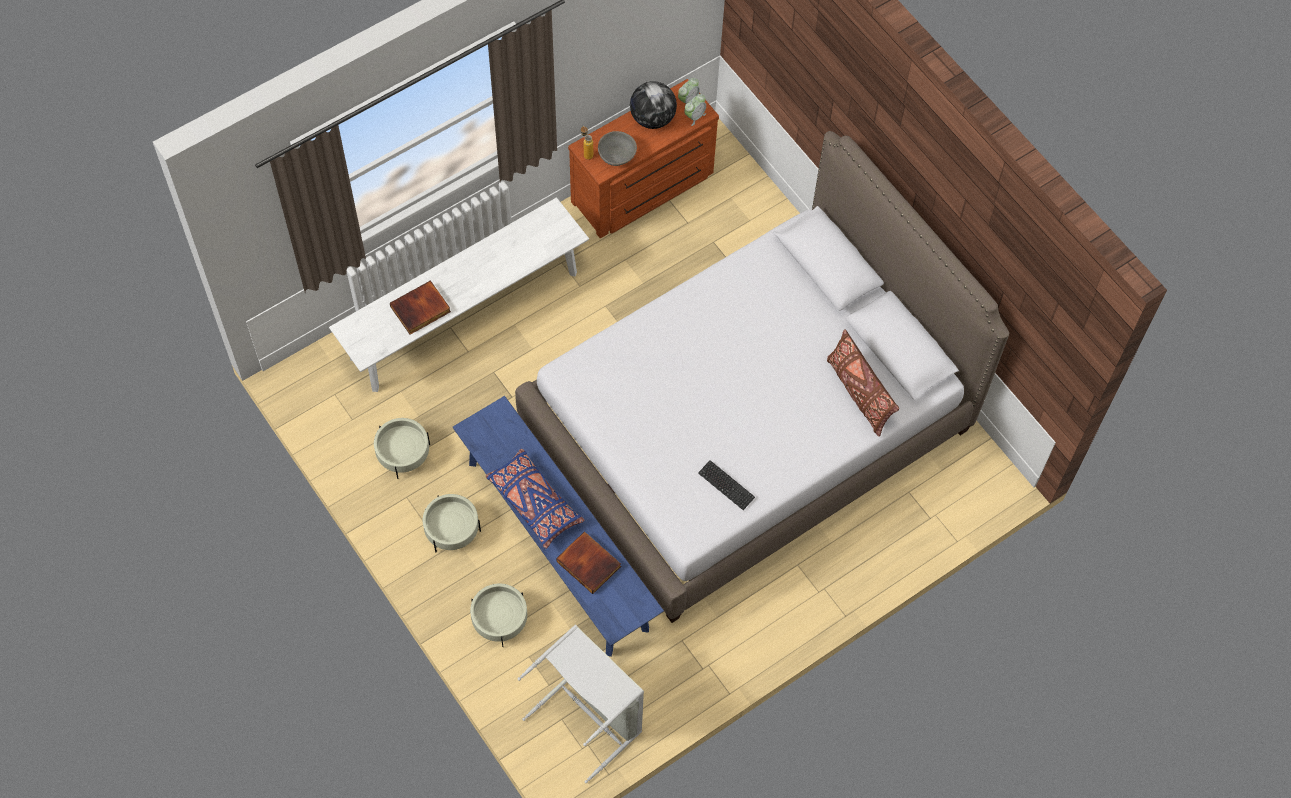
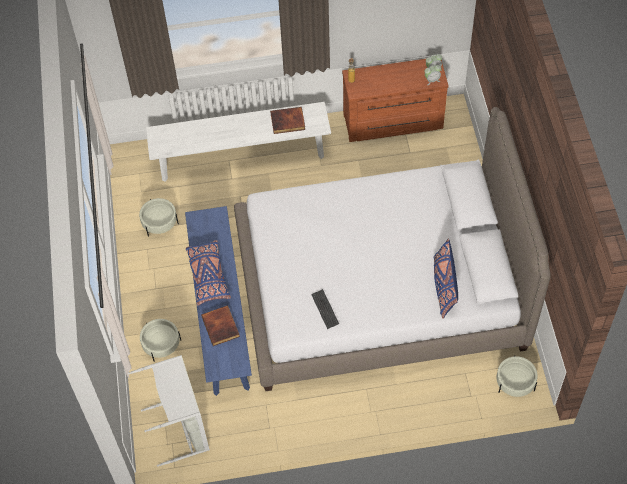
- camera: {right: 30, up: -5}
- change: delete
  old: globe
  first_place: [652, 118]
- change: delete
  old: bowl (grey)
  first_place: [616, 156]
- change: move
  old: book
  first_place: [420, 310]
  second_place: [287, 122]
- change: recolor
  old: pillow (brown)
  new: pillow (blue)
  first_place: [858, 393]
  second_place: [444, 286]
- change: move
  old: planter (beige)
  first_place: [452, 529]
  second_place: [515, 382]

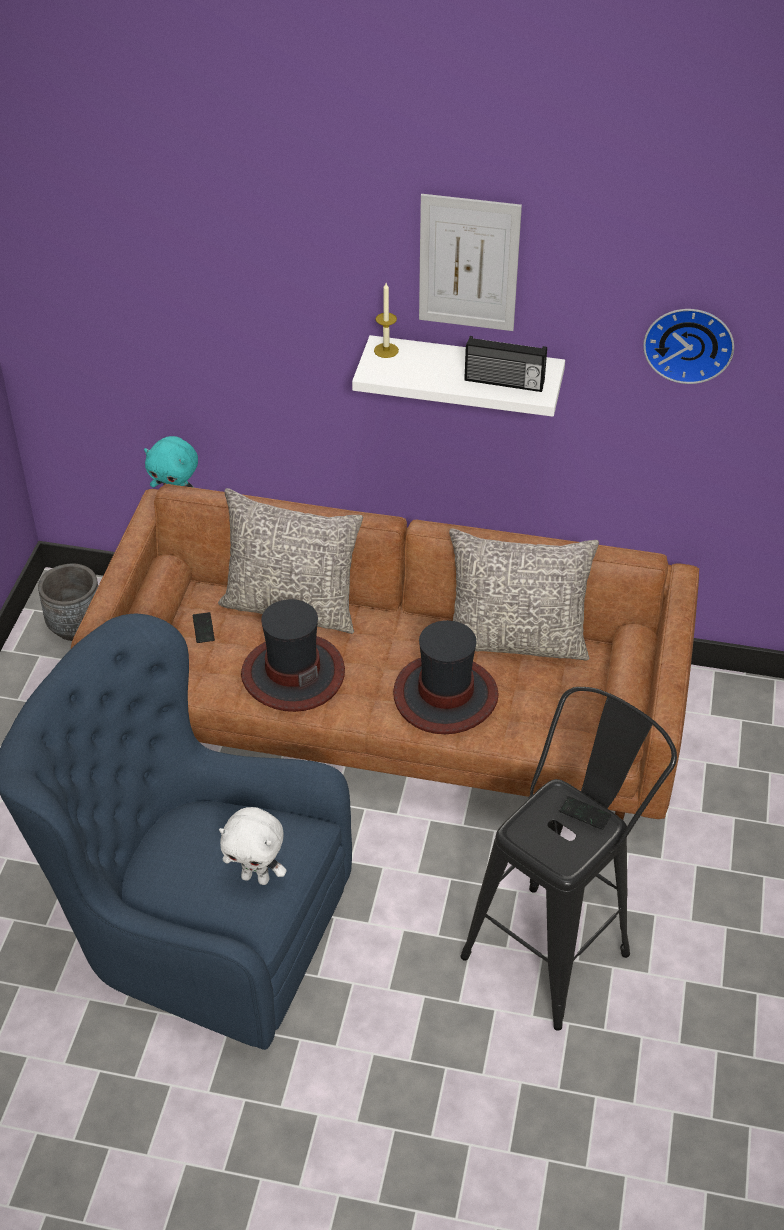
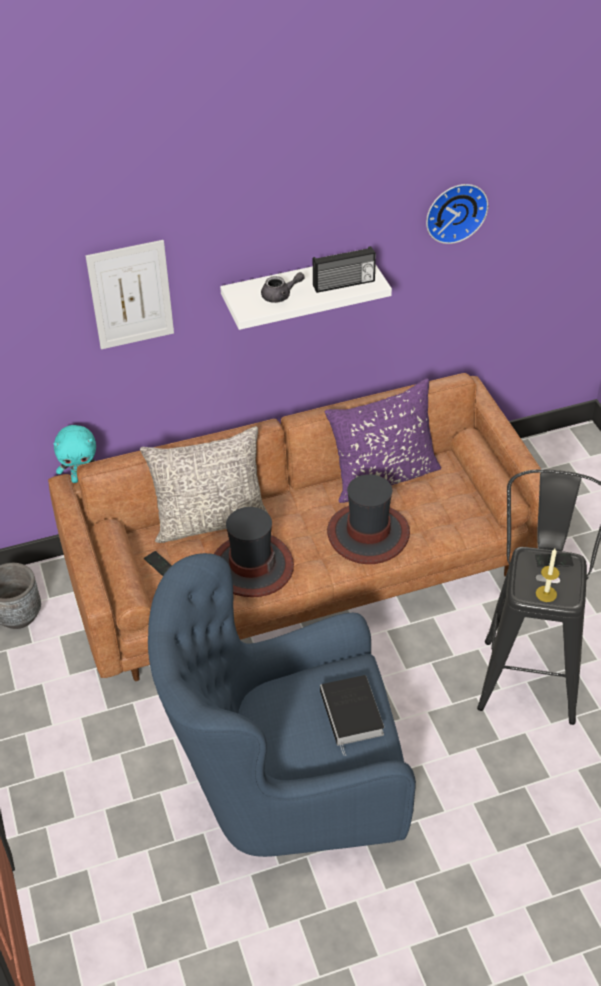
- camera: {right: -30, up: 0}
- change: move
  old: picture
  first_place: [468, 263]
  second_place: [131, 295]
- change: move
  old: candle
  first_place: [386, 350]
  second_place: [546, 594]
- change: recolor
  old: pillow (grey)
  new: pillow (purple)
  first_place: [516, 640]
  second_place: [383, 476]
- change: replace
  old: plush toy (white)
  new: book
  first_place: [256, 877]
  second_place: [352, 715]
- change: insert
  new: teapot (grey)
  second_place: [280, 296]

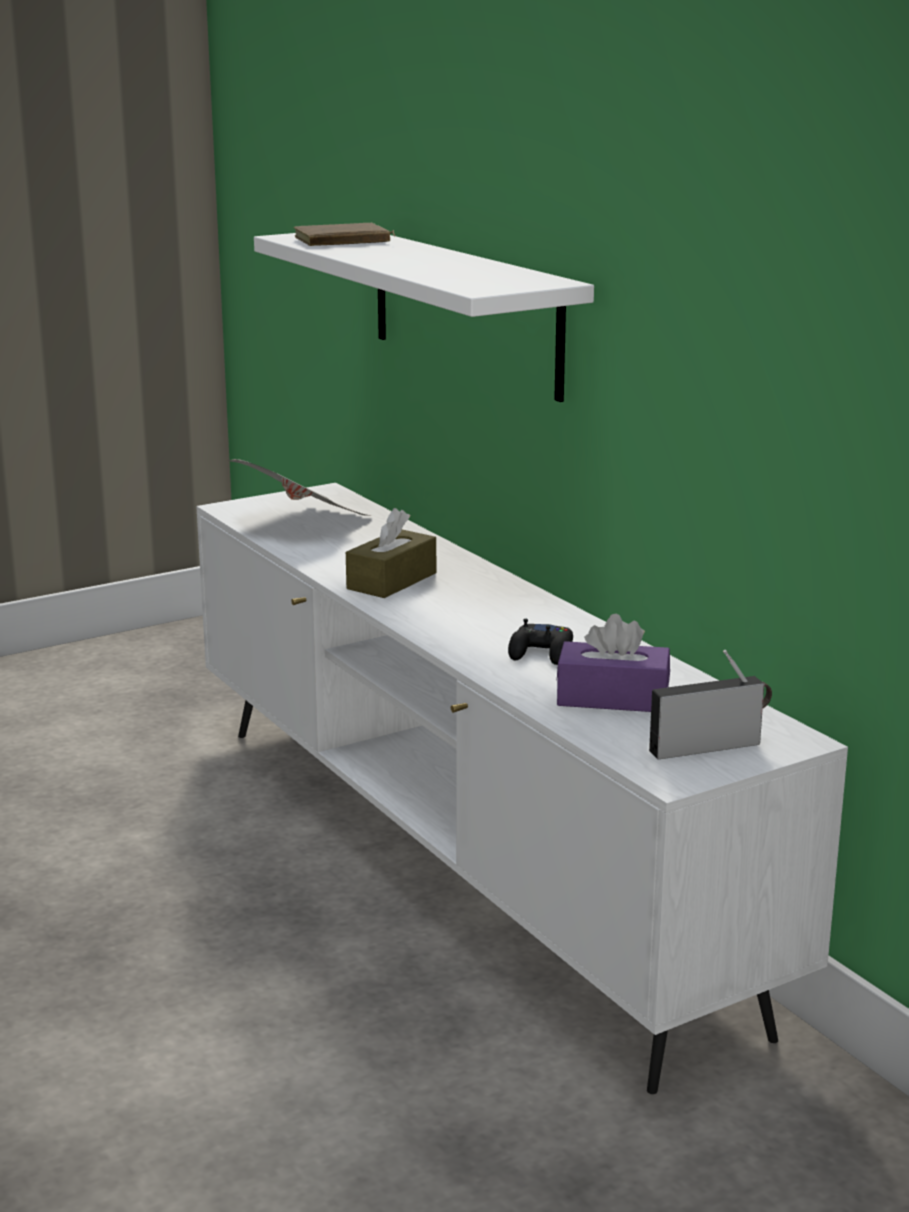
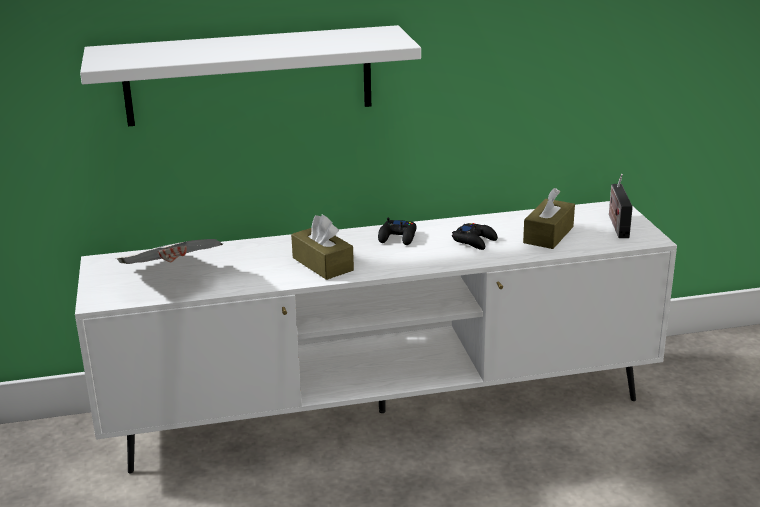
- camera: {right: -70, up: 5}
- change: delete
  old: book (brown)
  first_place: [342, 241]
- change: recolor
  old: tissue box (purple)
  new: tissue box (brown)
  first_place: [612, 698]
  second_place: [548, 235]
- change: insert
  new: game controller (black)
  second_place: [398, 237]

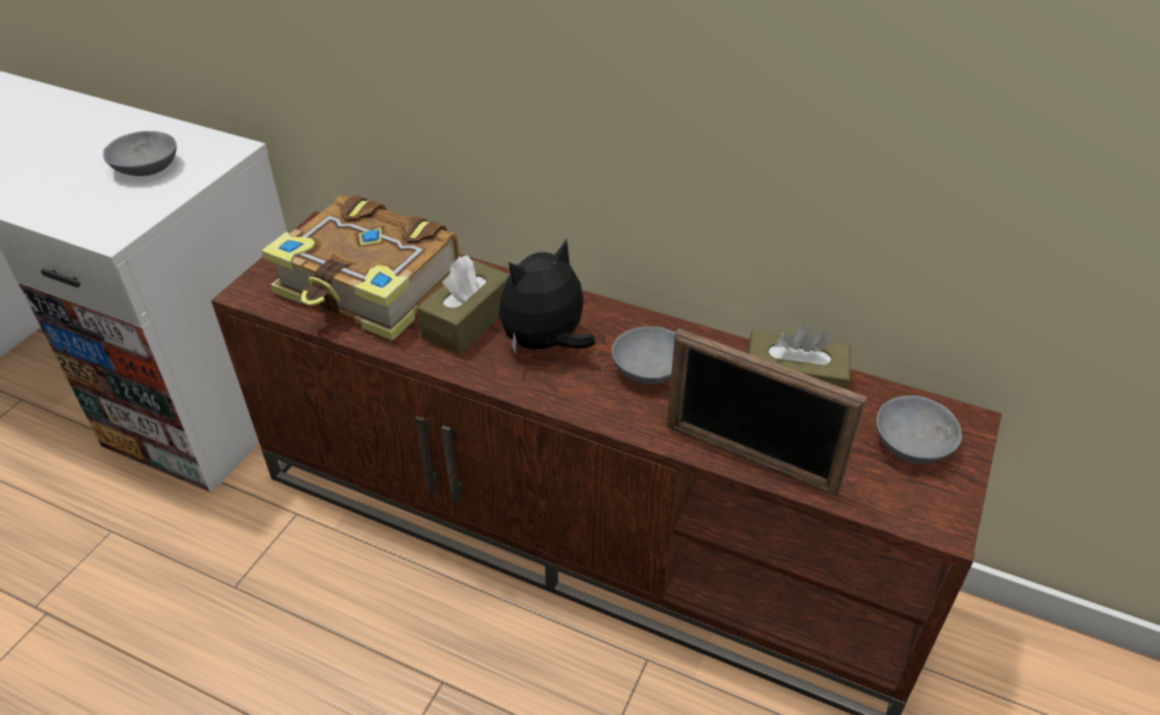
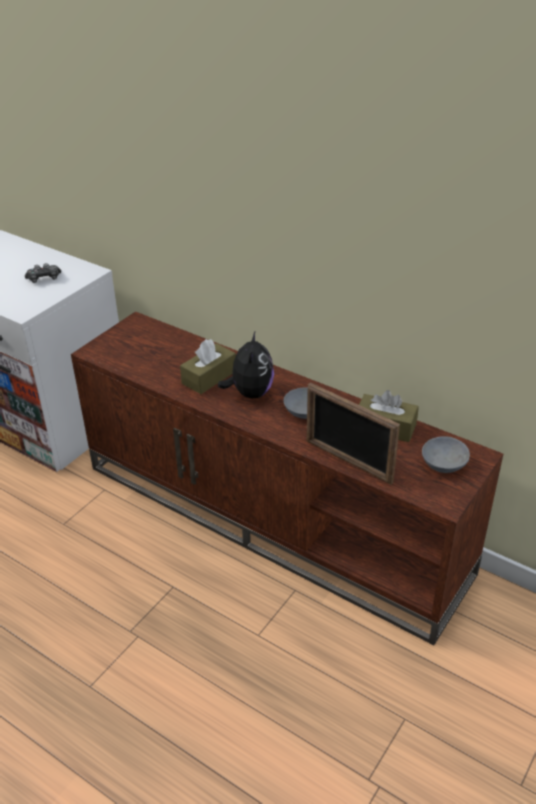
- camera: {right: 10, up: -5}
- change: replace
  old: bowl (grey)
  new: game controller
  first_place: [144, 168]
  second_place: [44, 279]
- change: delete
  old: book
  first_place: [370, 287]
- change: rotate
  old: plush toy
  first_place: [545, 343]
  second_place: [250, 393]
  degrees: 120

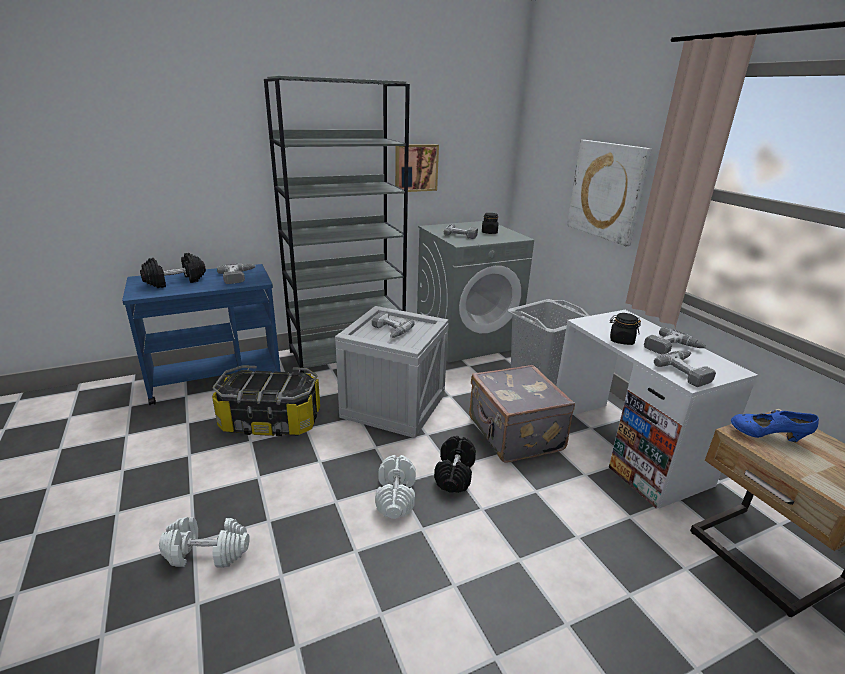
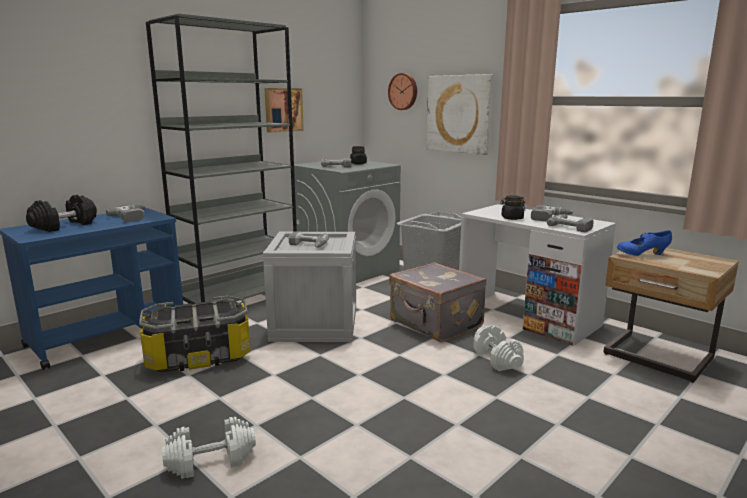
- camera: {right: -20, up: -10}
- change: delete
  old: dumbbell (black)
  first_place: [454, 474]
- change: move
  old: dumbbell (white)
  first_place: [396, 496]
  second_place: [497, 359]
- change: insert
  new: wall clock
  second_place: [403, 91]

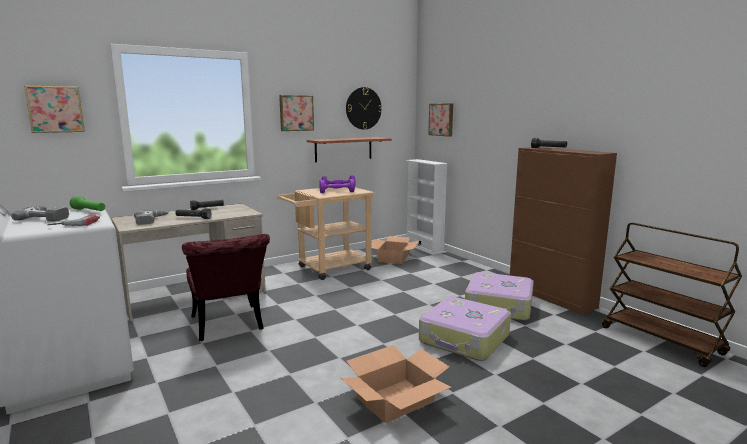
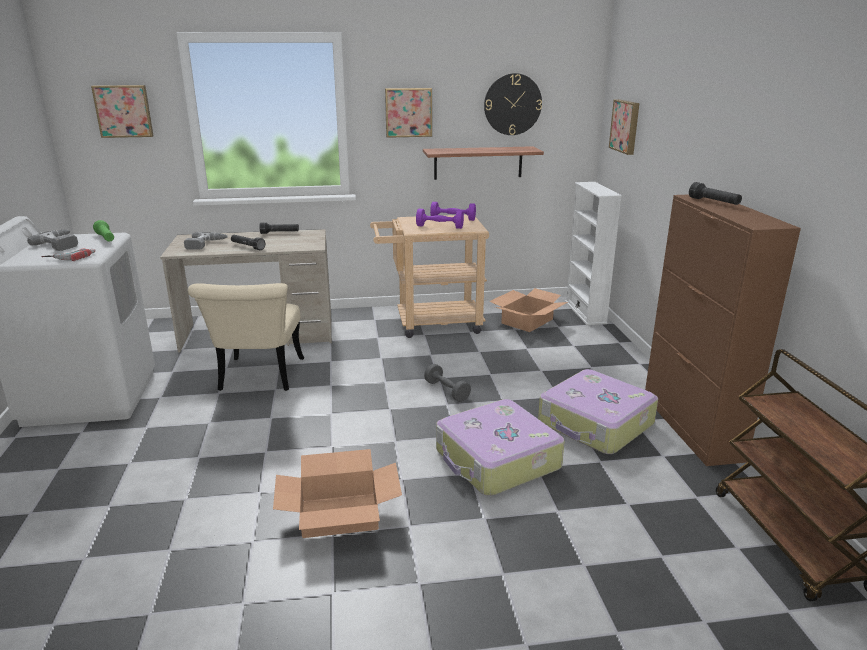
- camera: {right: 25, up: 10}
- change: recolor
  old: chair (red)
  new: chair (beige)
  first_place: [229, 326]
  second_place: [259, 379]
- change: insert
  new: dumbbell (grey)
  second_place: [447, 391]

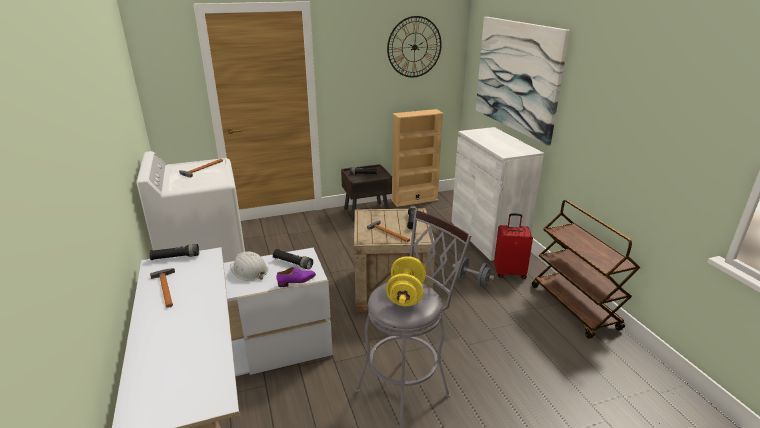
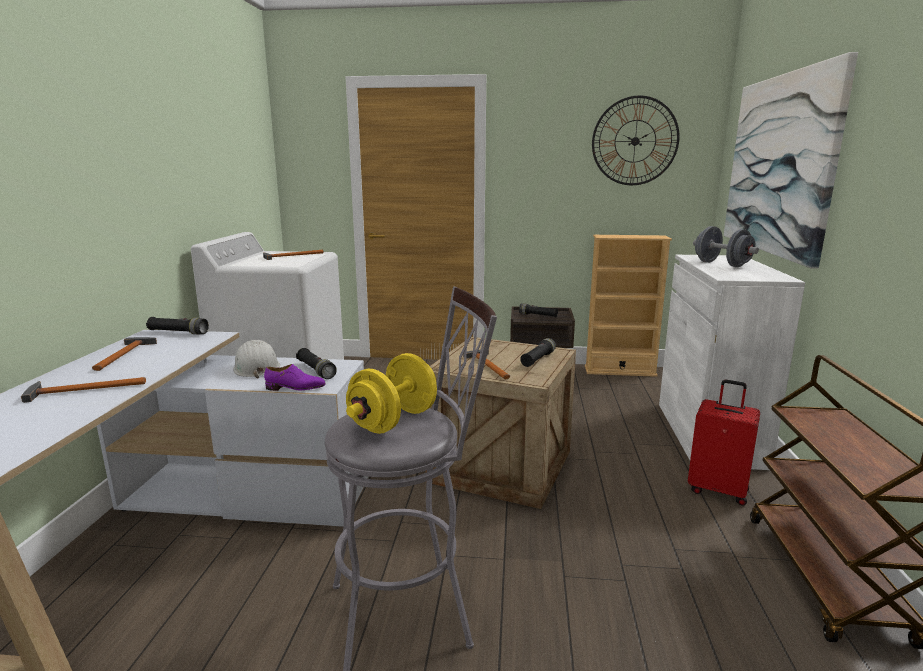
- camera: {right: 25, up: -10}
- change: move
  old: dumbbell (grey)
  first_place: [472, 281]
  second_place: [722, 264]
- change: insert
  new: hammer
  second_place: [82, 390]

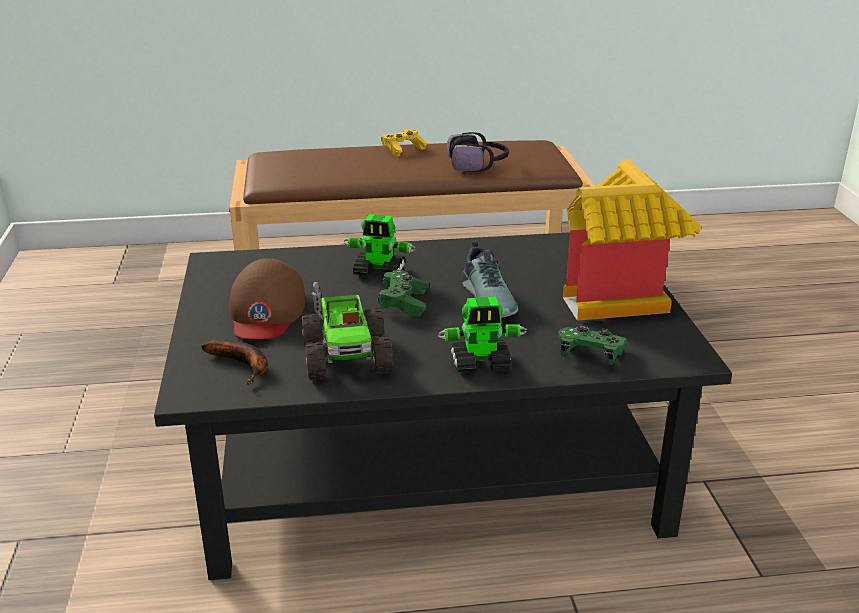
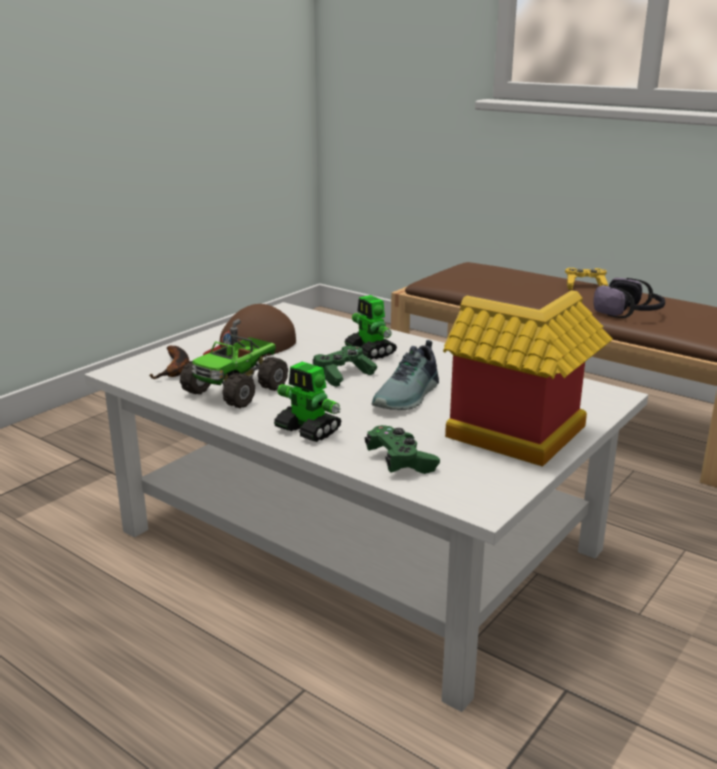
- camera: {right: 45, up: -5}
- change: recolor
  old: coffee table (black)
  new: coffee table (white)
  first_place: [429, 459]
  second_place: [359, 540]

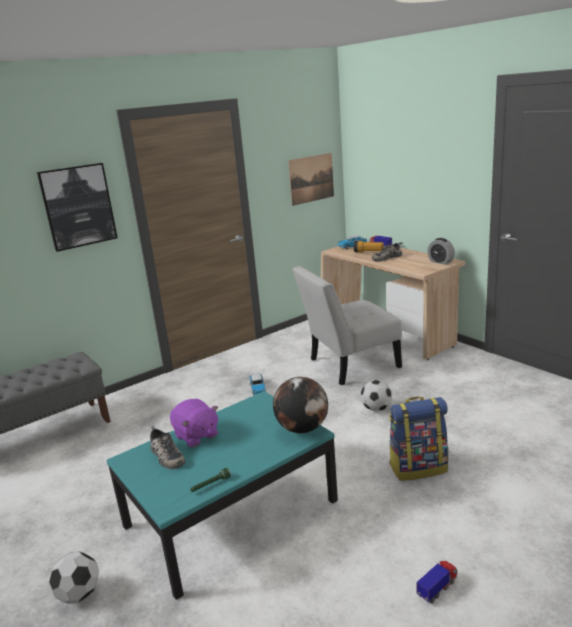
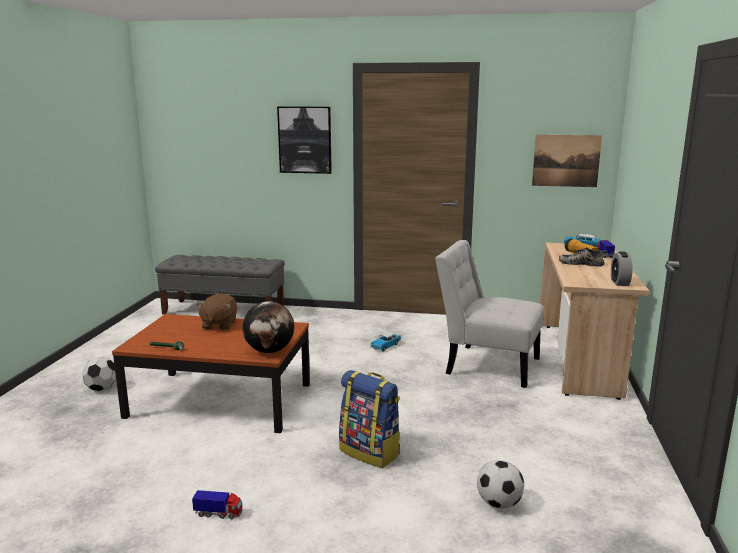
- camera: {right: 45, up: -5}
- change: move
  old: football
  first_place: [376, 409]
  second_place: [499, 503]
- change: recolor
  old: coffee table (turquoise)
  new: coffee table (brown)
  first_place: [231, 513]
  second_place: [221, 400]
- change: recolor
  old: plush toy (purple)
  new: plush toy (brown)
  first_place: [196, 436]
  second_place: [219, 325]
- change: delete
  old: shoe
  first_place: [165, 456]

